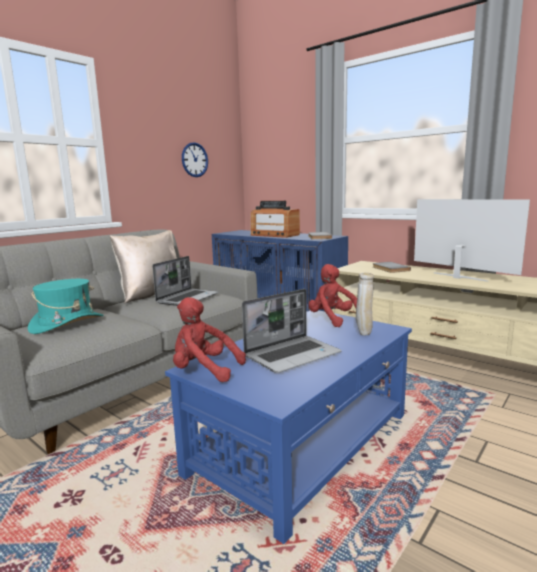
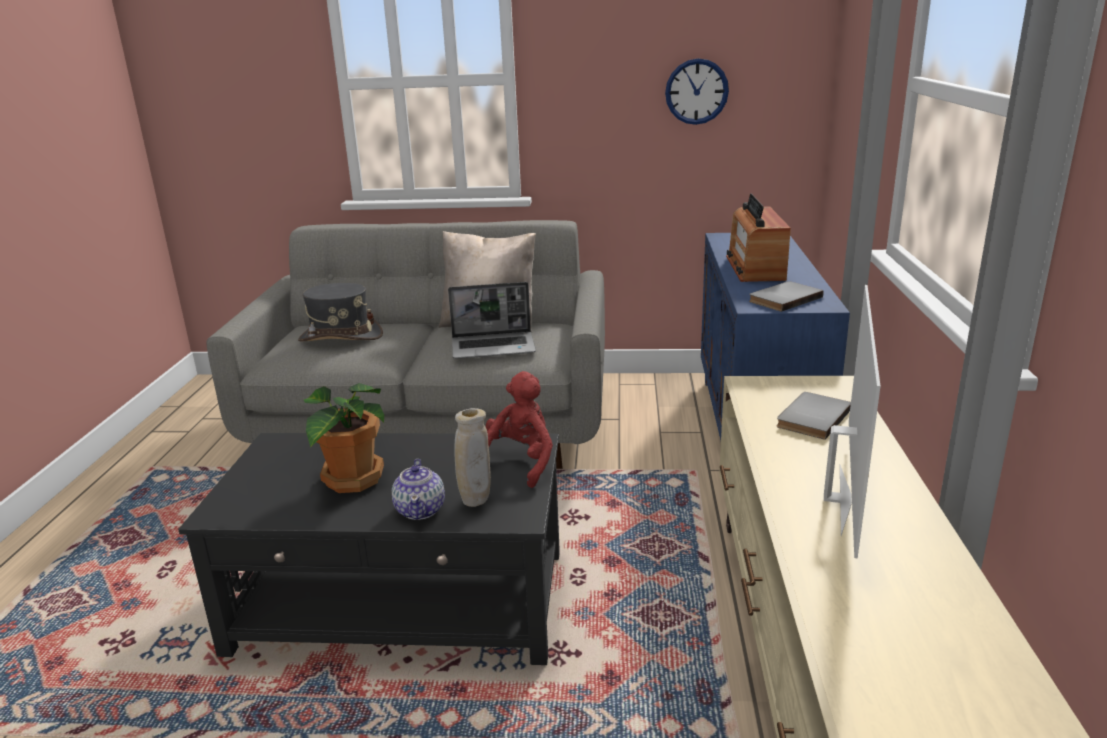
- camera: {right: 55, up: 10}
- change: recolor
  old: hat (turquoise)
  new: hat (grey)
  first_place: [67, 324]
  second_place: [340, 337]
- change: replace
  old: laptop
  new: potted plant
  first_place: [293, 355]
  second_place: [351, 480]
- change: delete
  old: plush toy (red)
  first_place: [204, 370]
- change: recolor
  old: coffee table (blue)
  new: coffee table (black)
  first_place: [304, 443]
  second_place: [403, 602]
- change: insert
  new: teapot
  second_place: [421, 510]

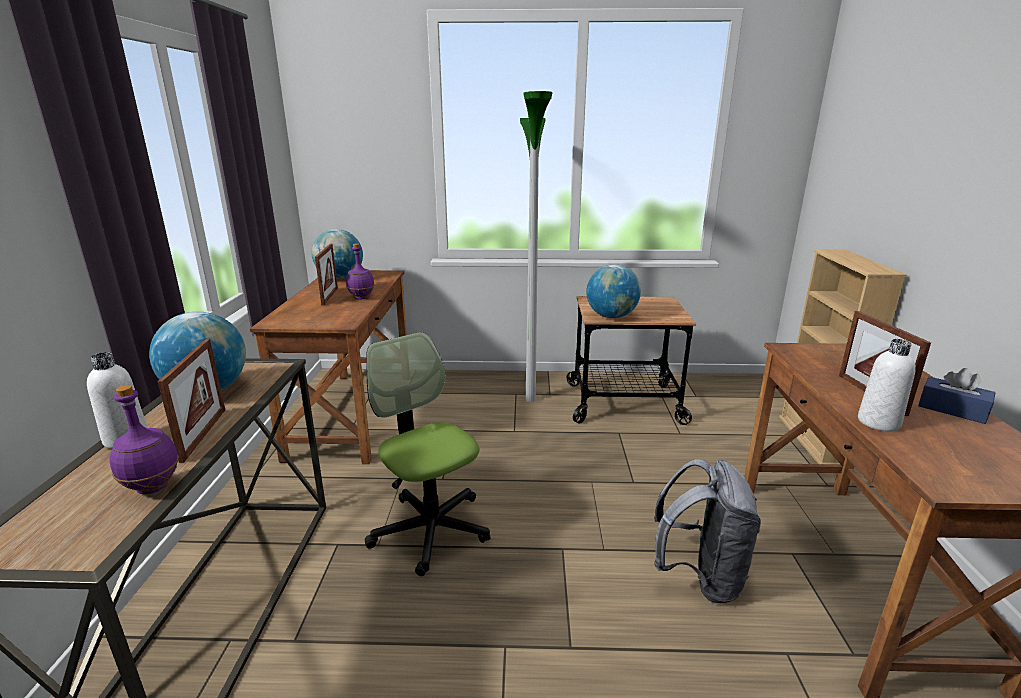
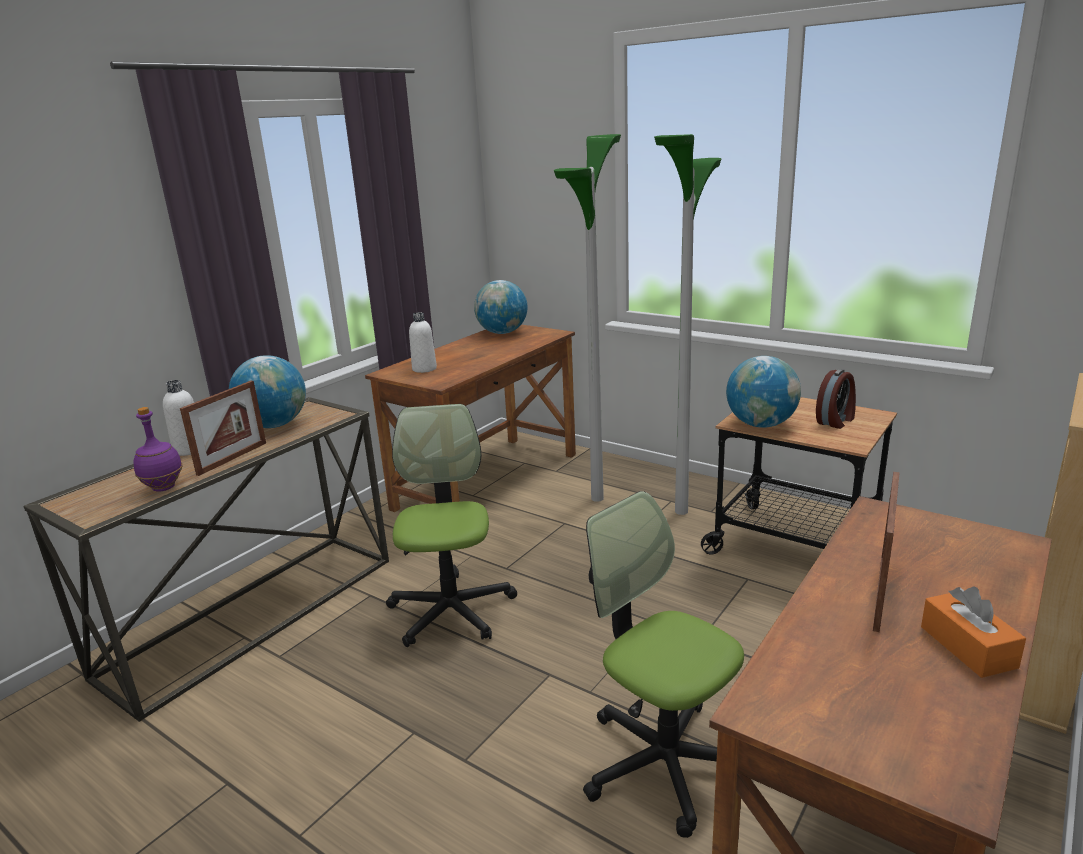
- camera: {right: 35, up: 0}
- change: delete
  old: bottle (purple)
  first_place: [361, 298]
- change: delete
  old: picture frame
  first_place: [330, 296]
- change: move
  old: bottle (white)
  first_place: [878, 422]
  second_place: [424, 369]
- change: recolor
  old: tissue box (blue)
  new: tissue box (orange)
  first_place: [952, 409]
  second_place: [967, 647]
- change: replace
  old: backpack (grey)
  new: office chair
  first_place: [700, 577]
  second_place: [663, 762]
- change: insert
  new: floor lamp
  second_place: [597, 498]
- change: insert
  new: alarm clock
  second_place: [836, 421]

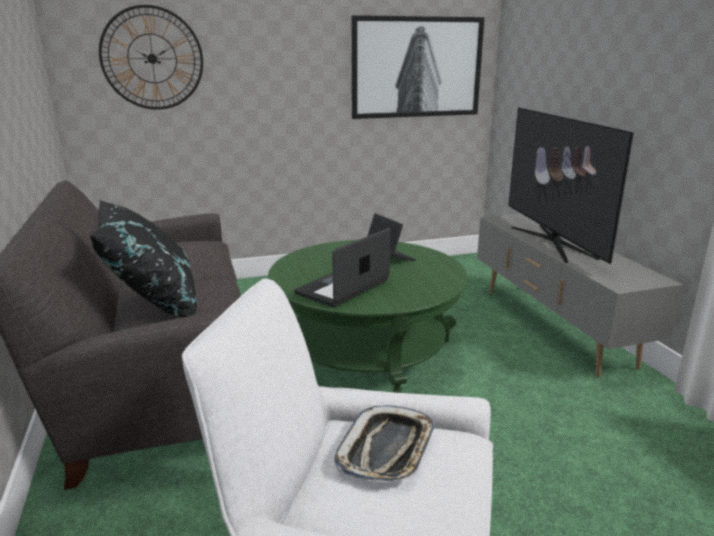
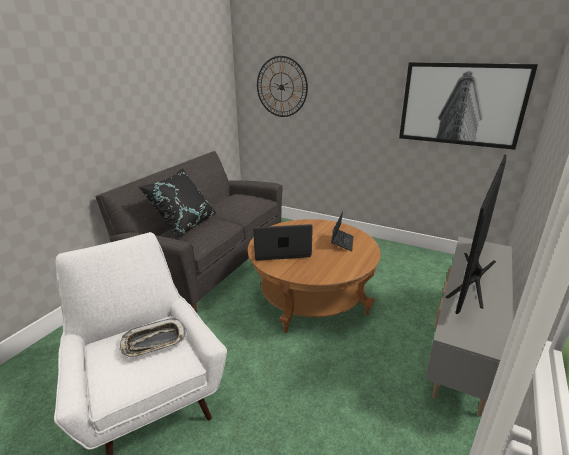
- camera: {right: 45, up: 5}
- change: recolor
  old: coffee table (green)
  new: coffee table (brown)
  first_place: [366, 353]
  second_place: [311, 297]

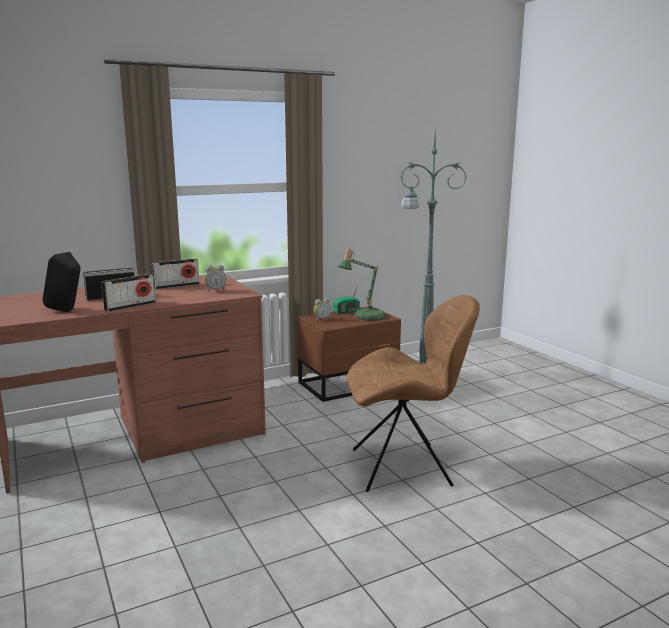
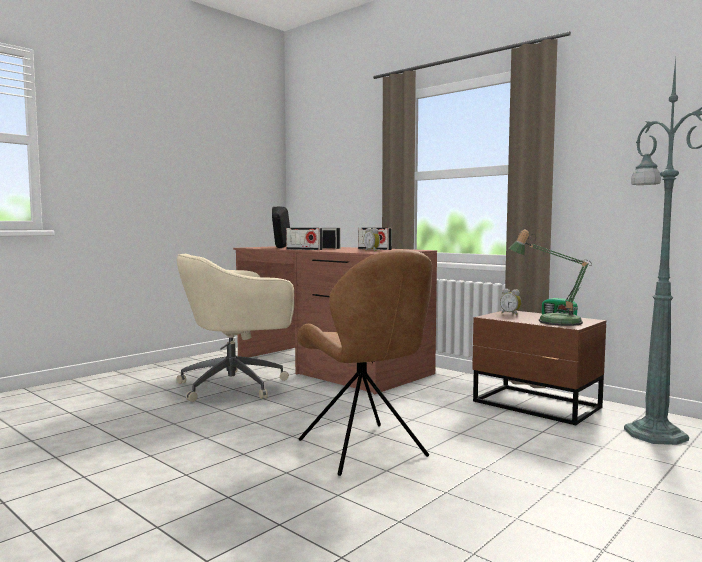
- camera: {right: 70, up: -10}
- change: insert
  new: office chair (beige)
  second_place: [236, 385]

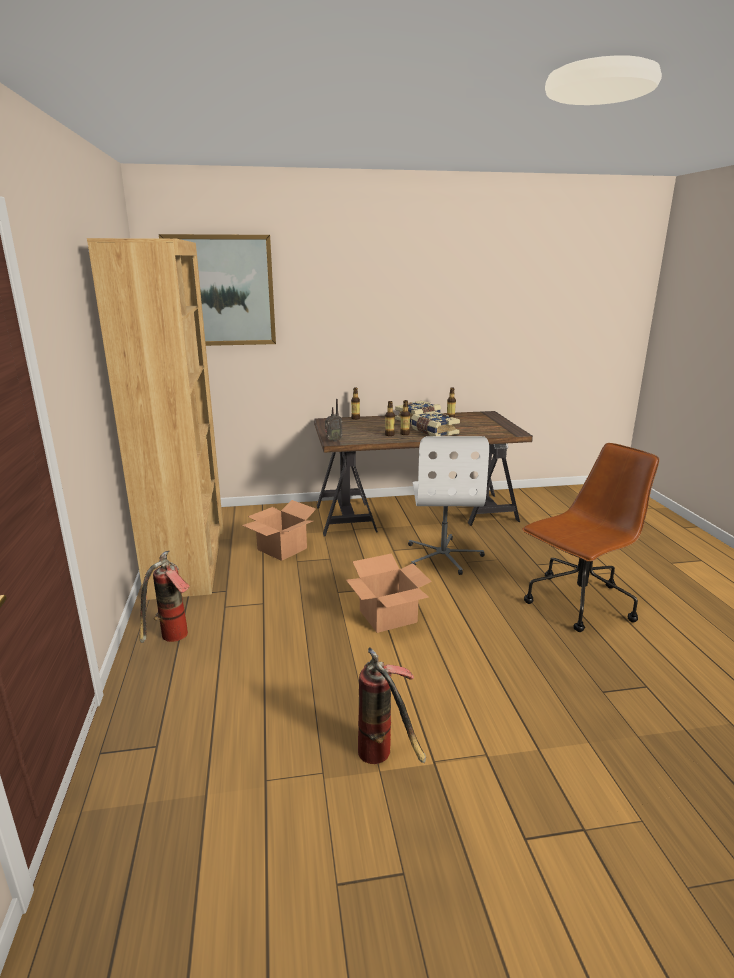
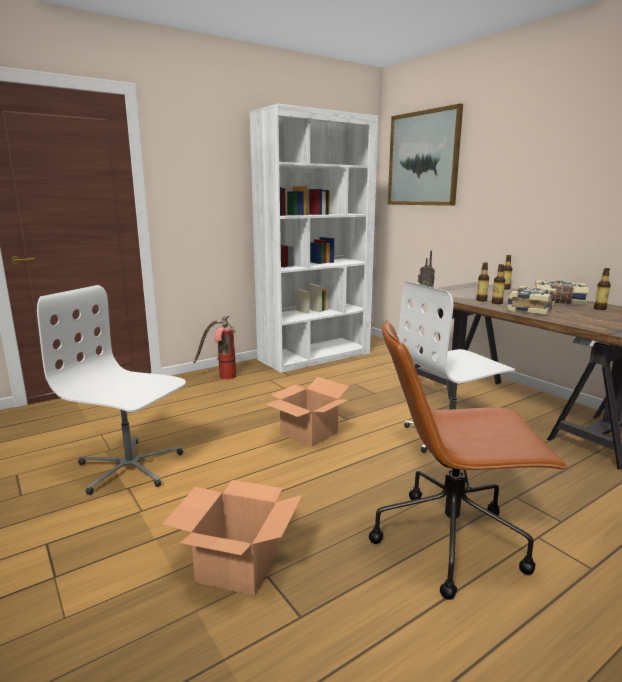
- camera: {right: 65, up: -5}
- change: recolor
  old: bookcase (brown)
  new: bookcase (white)
  first_place: [188, 560]
  second_place: [315, 356]
- change: rotate
  old: office chair (brown)
  first_place: [578, 604]
  second_place: [452, 540]
  degrees: 150
- change: move
  old: cardboard box
  first_place: [283, 549]
  second_place: [238, 566]
- change: replace
  old: fire extinguisher
  new: office chair (white)
  first_place: [386, 756]
  second_place: [129, 467]

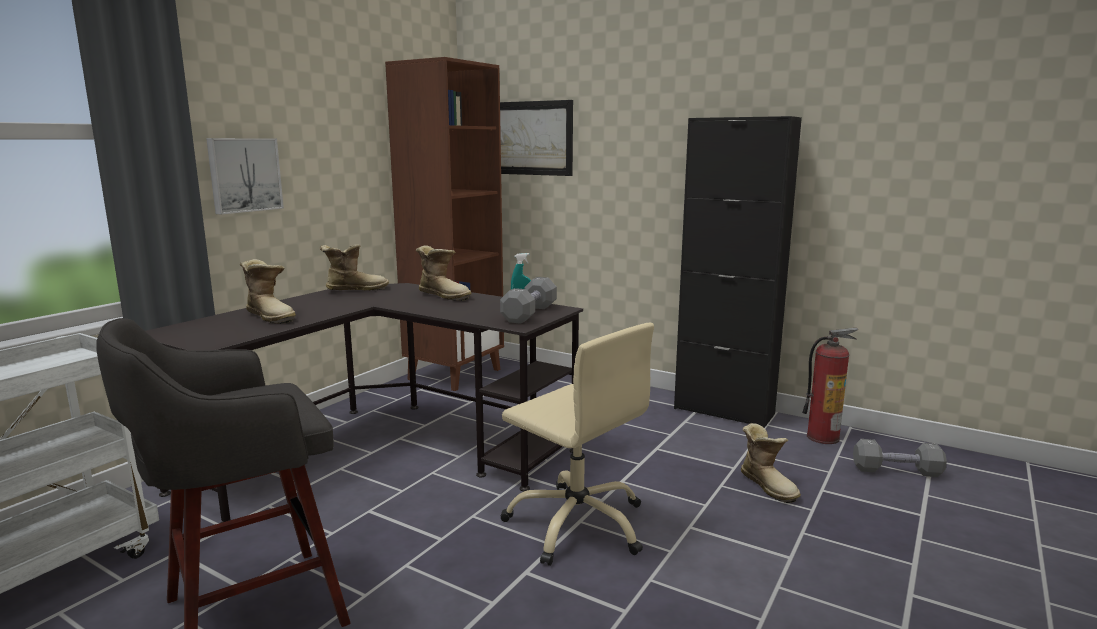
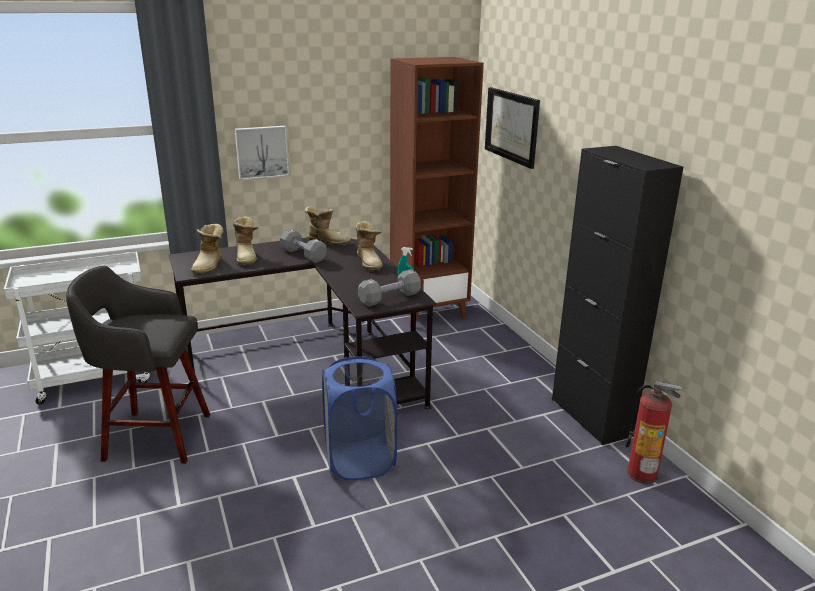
- camera: {right: 35, up: 10}
- change: replace
  old: office chair (beige)
  new: laundry basket (blue)
  first_place: [577, 524]
  second_place: [359, 460]
- change: move
  old: boot
  first_place: [768, 485]
  second_place: [210, 266]
- change: move
  old: dumbbell (grey)
  first_place: [896, 471]
  second_place: [303, 255]

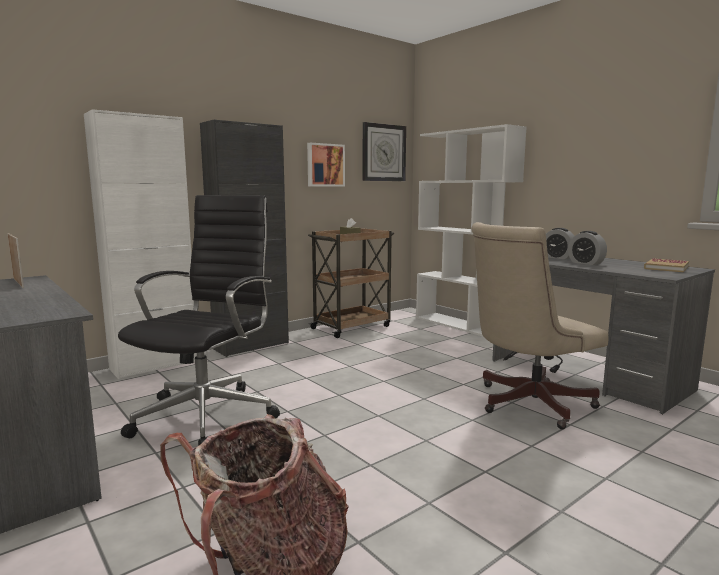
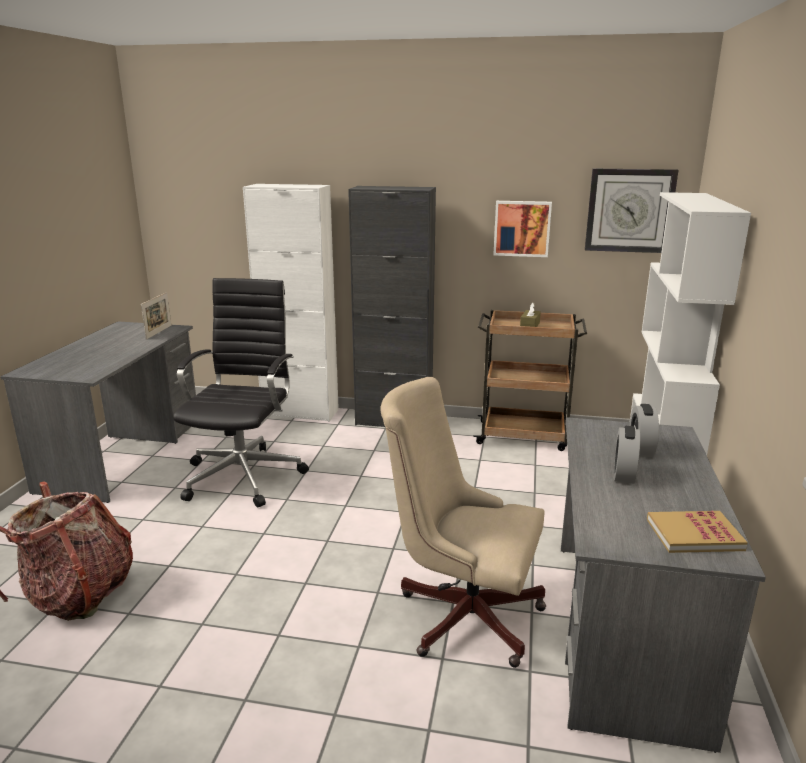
- camera: {right: 50, up: 10}
- change: rotate
  old: office chair (black)
  first_place: [208, 415]
  second_place: [245, 474]
  degrees: -60

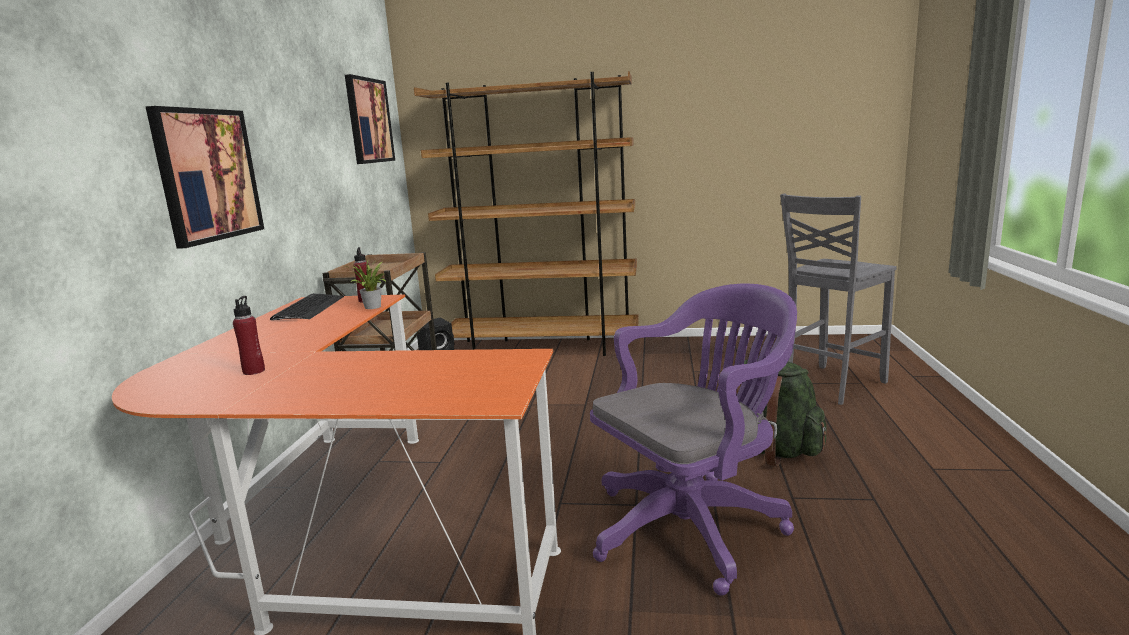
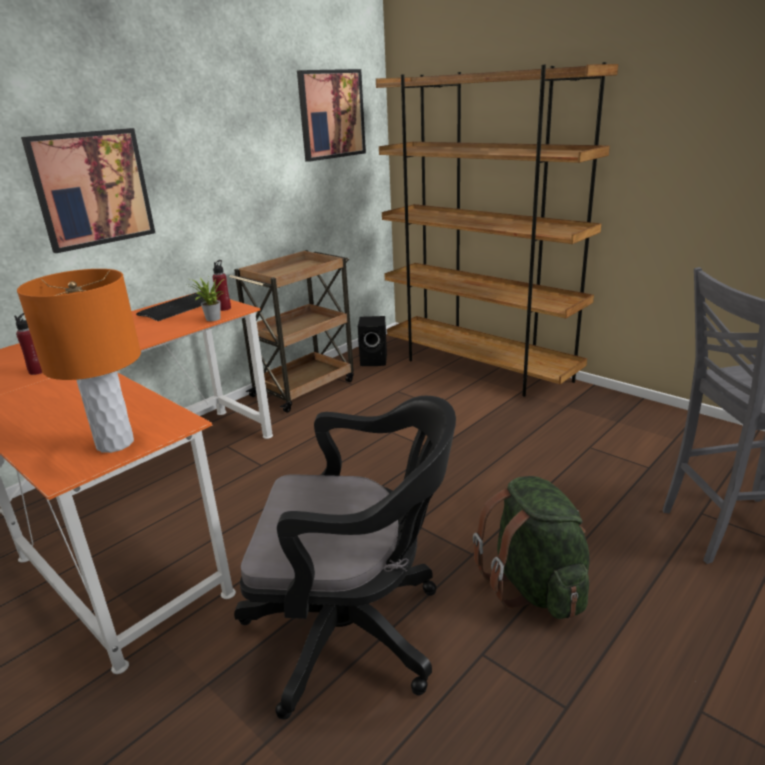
- camera: {right: 35, up: 10}
- change: recolor
  old: office chair (purple)
  new: office chair (black)
  first_place: [694, 525]
  second_place: [355, 631]
- change: insert
  new: table lamp (orange)
  second_place: [114, 443]

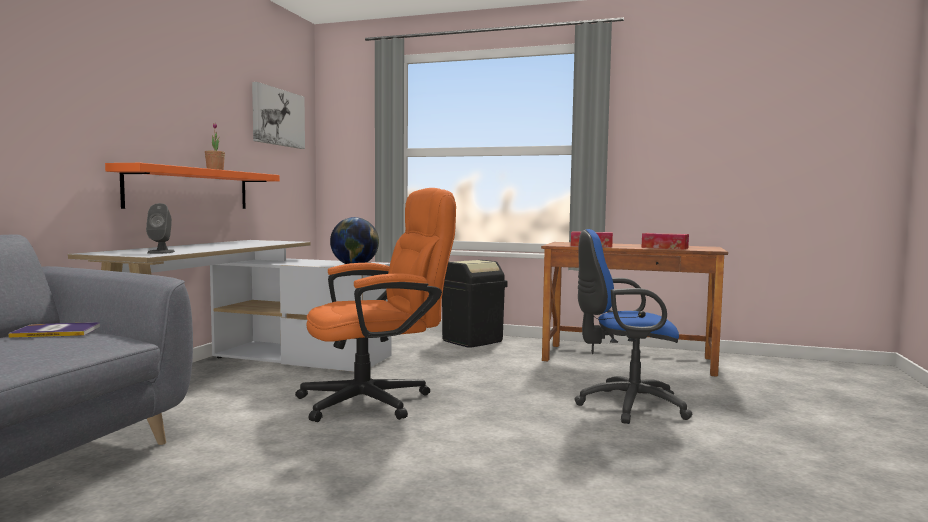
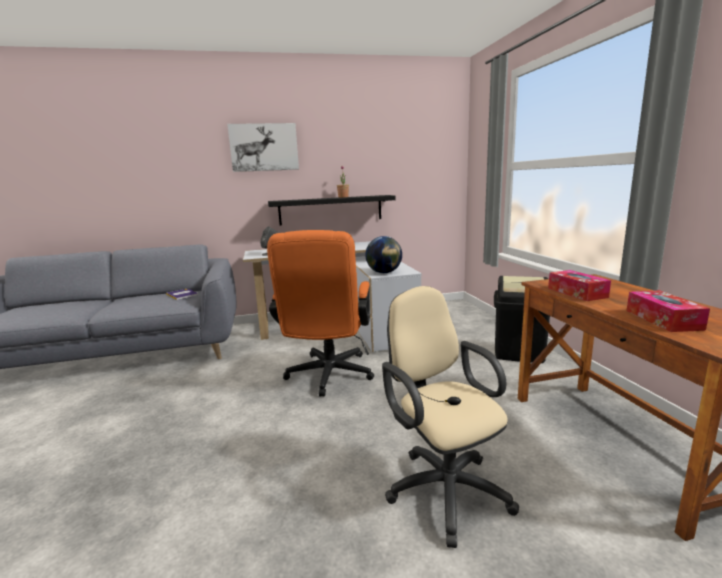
- camera: {right: 60, up: 10}
- change: move
  old: picture
  first_place: [277, 117]
  second_place: [264, 147]
- change: recolor
  old: shelf (orange)
  new: shelf (black)
  first_place: [190, 189]
  second_place: [330, 210]
- change: rotate
  old: office chair (orange)
  first_place: [377, 400]
  second_place: [328, 377]
  degrees: 60
- change: recolor
  old: office chair (blue)
  new: office chair (beige)
  first_place: [625, 406]
  second_place: [443, 487]

